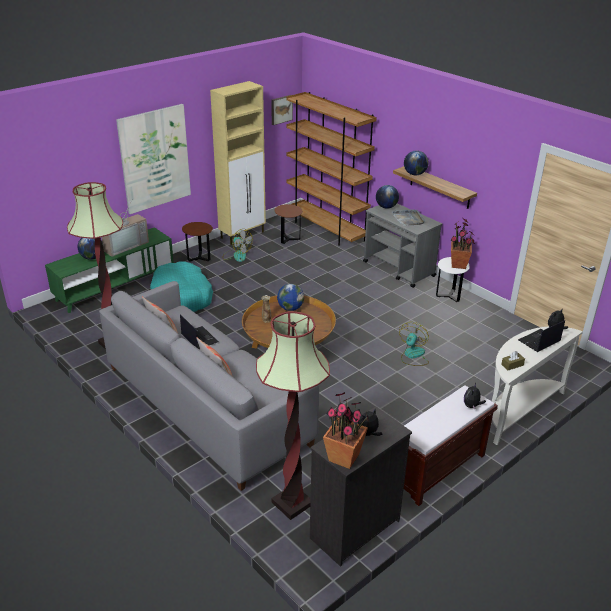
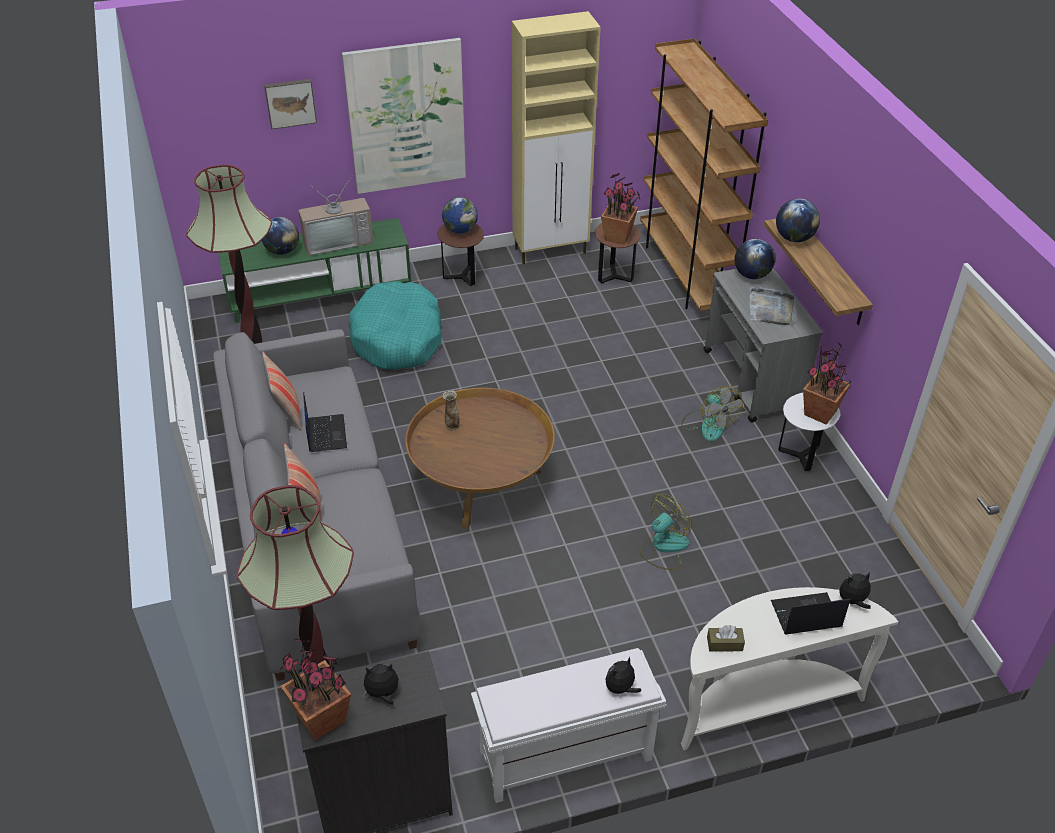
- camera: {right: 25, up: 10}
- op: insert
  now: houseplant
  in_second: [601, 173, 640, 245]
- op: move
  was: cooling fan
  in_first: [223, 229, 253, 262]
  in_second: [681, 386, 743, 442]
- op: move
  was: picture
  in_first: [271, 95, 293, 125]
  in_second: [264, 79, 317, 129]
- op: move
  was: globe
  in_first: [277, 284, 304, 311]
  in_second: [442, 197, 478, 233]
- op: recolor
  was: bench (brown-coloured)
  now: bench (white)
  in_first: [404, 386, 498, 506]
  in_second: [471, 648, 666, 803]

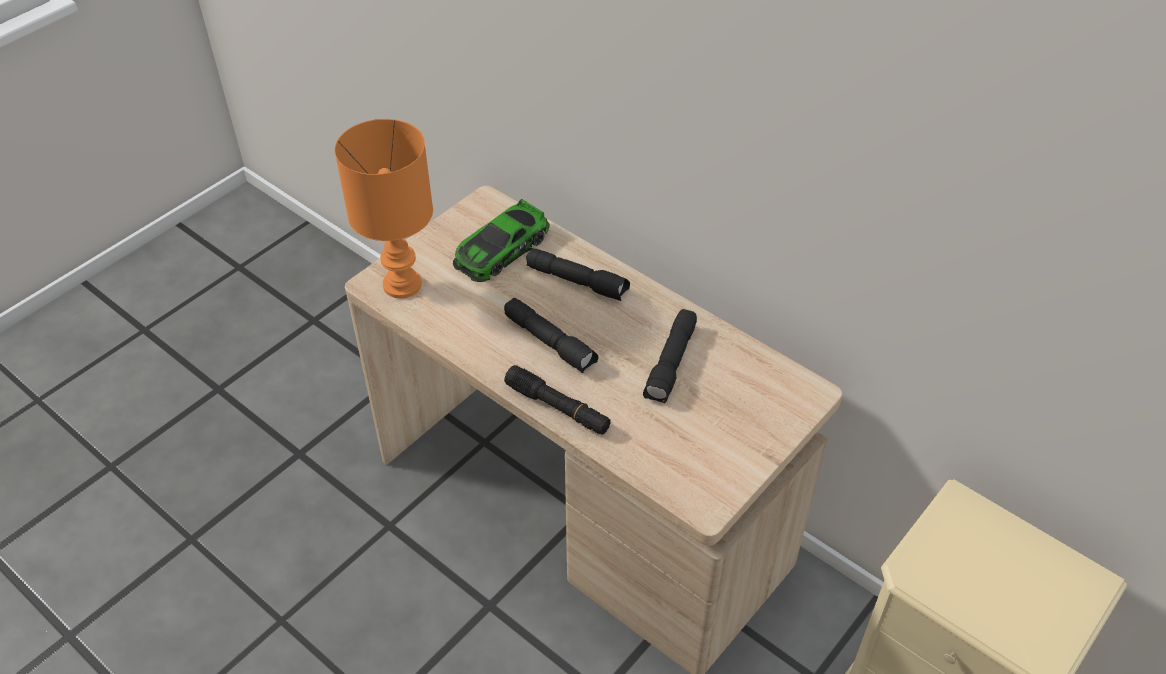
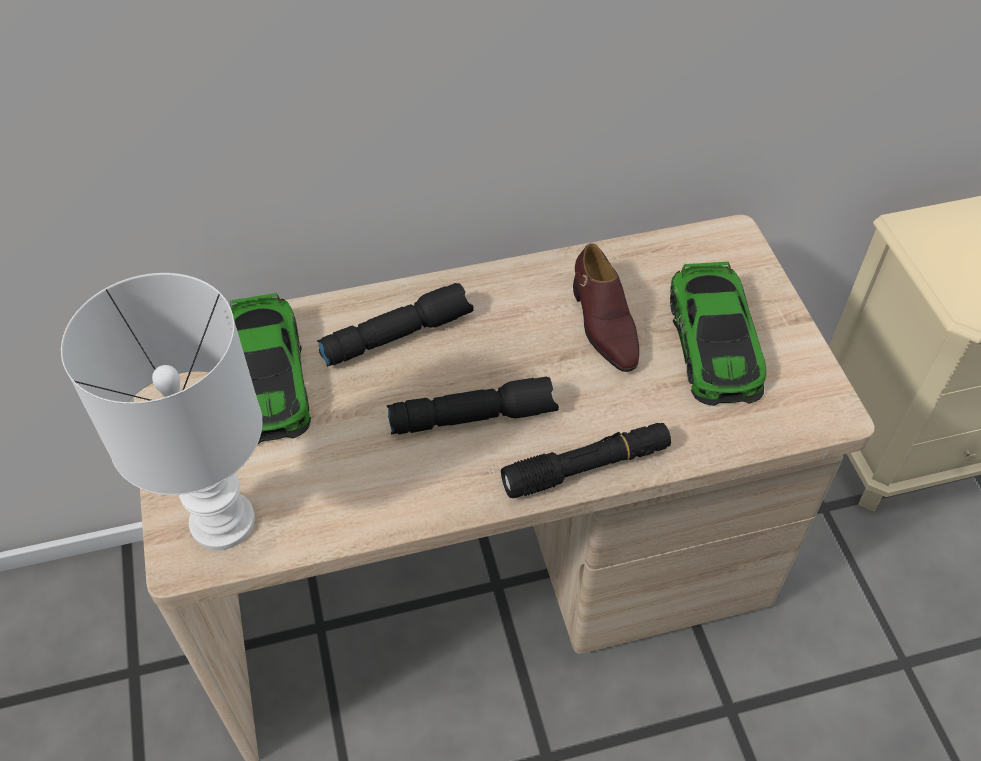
- camera: {right: -55, up: 5}
- op: insert
  now: toy car
  in_second: [670, 262, 766, 406]
- op: replace
  was: flashlight (black)
  now: shoe (brown-coloured)
  in_first: [643, 309, 697, 404]
  in_second: [573, 243, 639, 372]
- op: recolor
  was: table lamp (orange-coloured)
  now: table lamp (white)
  in_first: [335, 119, 433, 298]
  in_second: [61, 273, 262, 550]

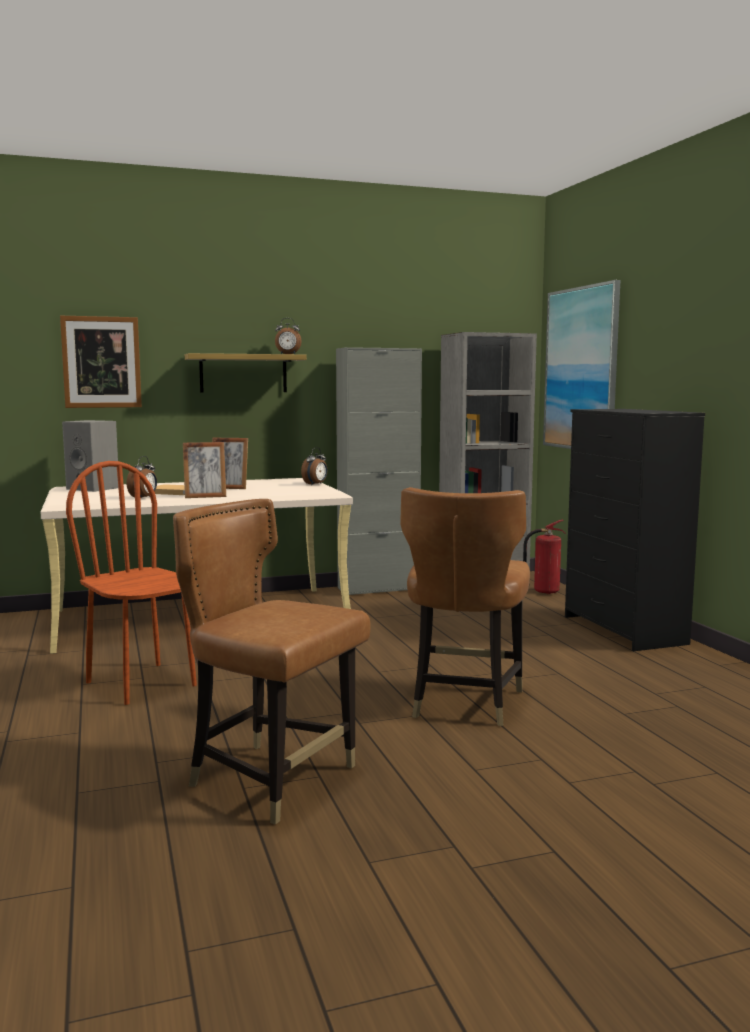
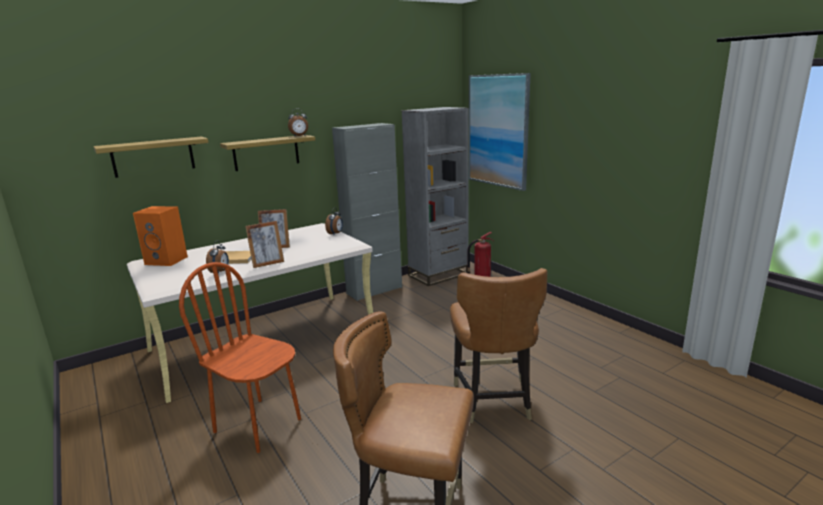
- camera: {right: -15, up: 10}
- op: delete
  was: drawer chest (black)
  in_first: [565, 409, 705, 651]
- op: replace
  was: picture
  now: shelf
  in_first: [60, 316, 142, 408]
  in_second: [94, 137, 209, 178]
- op: recolor
  was: audio speaker (greyish)
  now: audio speaker (orange-coloured)
  in_first: [62, 420, 118, 492]
  in_second: [133, 206, 188, 266]

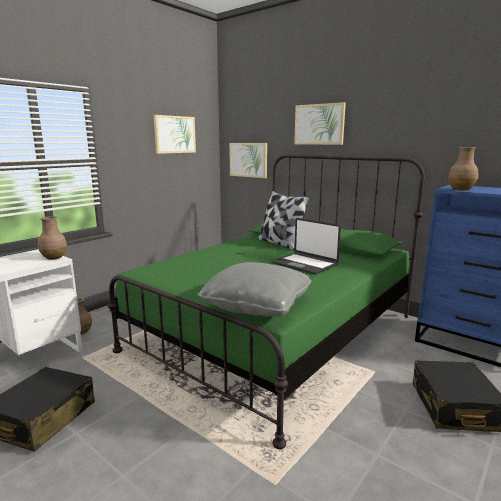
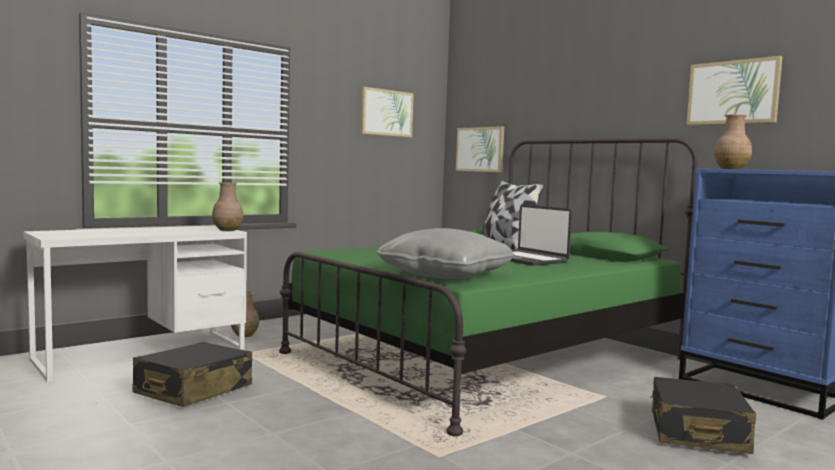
- camera: {right: 10, up: -10}
- op: move
  was: picture
  in_first: [294, 102, 346, 145]
  in_second: [687, 56, 783, 125]

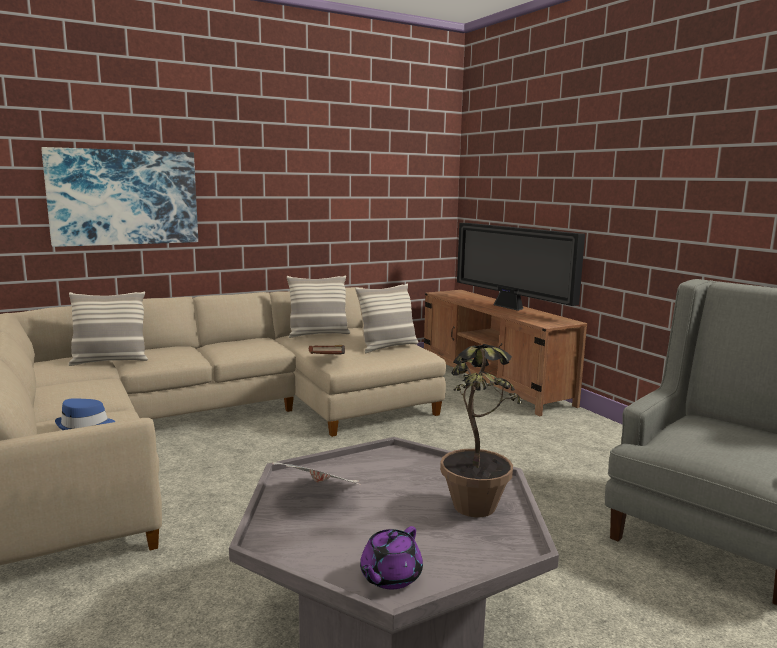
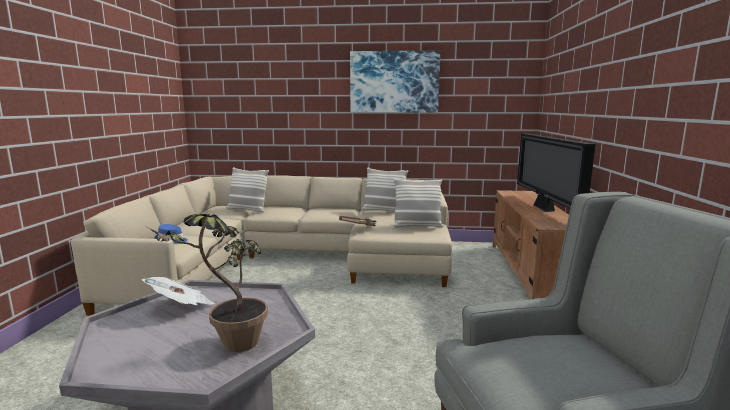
- camera: {right: 35, up: 0}
- op: delete
  was: pot for tea (purplish)
  in_first: [360, 526, 423, 589]
- op: move
  was: picture
  in_first: [41, 147, 198, 247]
  in_second: [350, 50, 440, 112]

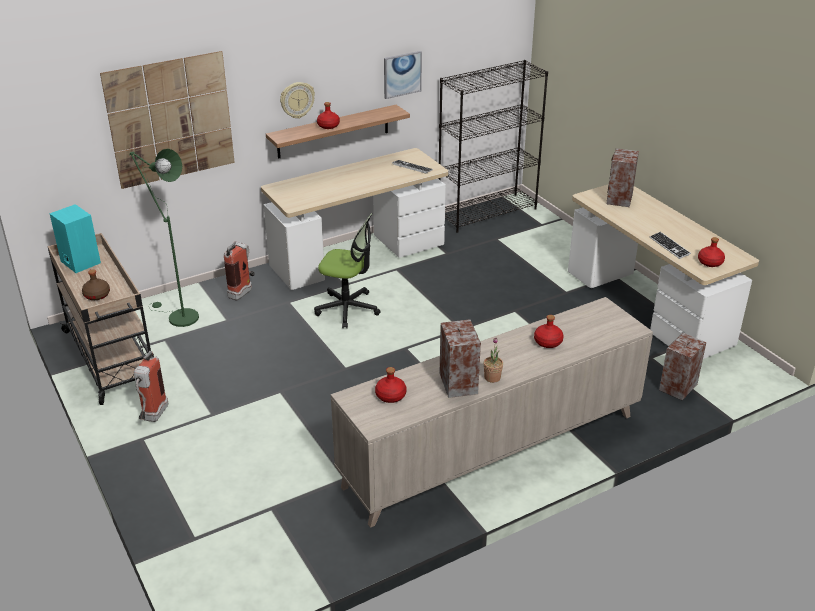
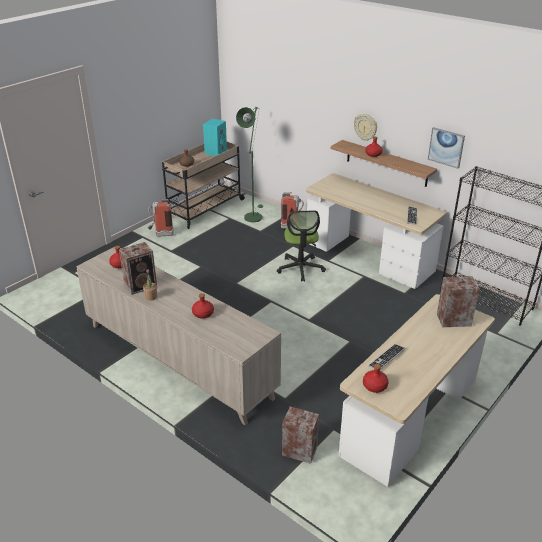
- camera: {right: 70, up: 0}
- op: delete
  was: picture
  in_first: [100, 51, 235, 189]

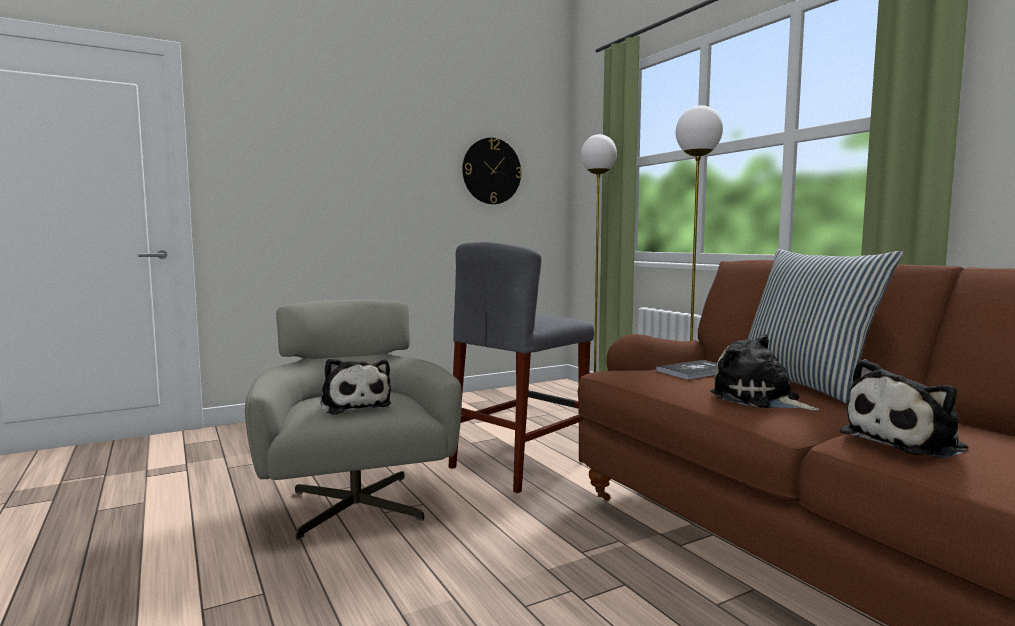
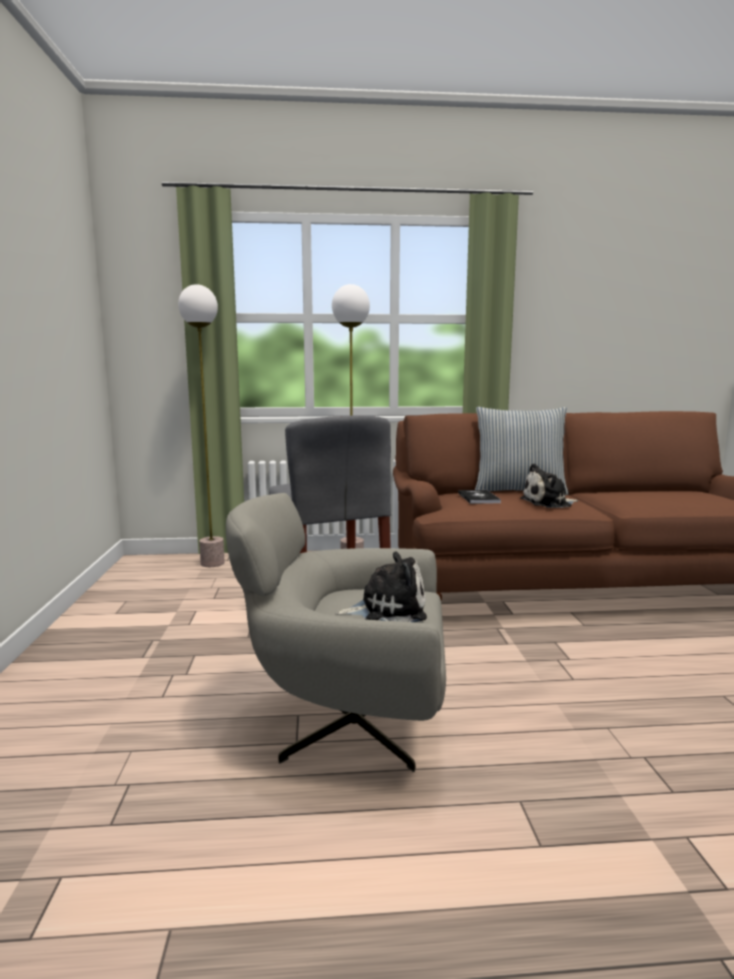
- camera: {right: -65, up: 5}
- op: delete
  was: wall clock
  in_first: [462, 138, 522, 204]
- op: delete
  was: soft toy
  in_first: [840, 359, 968, 458]

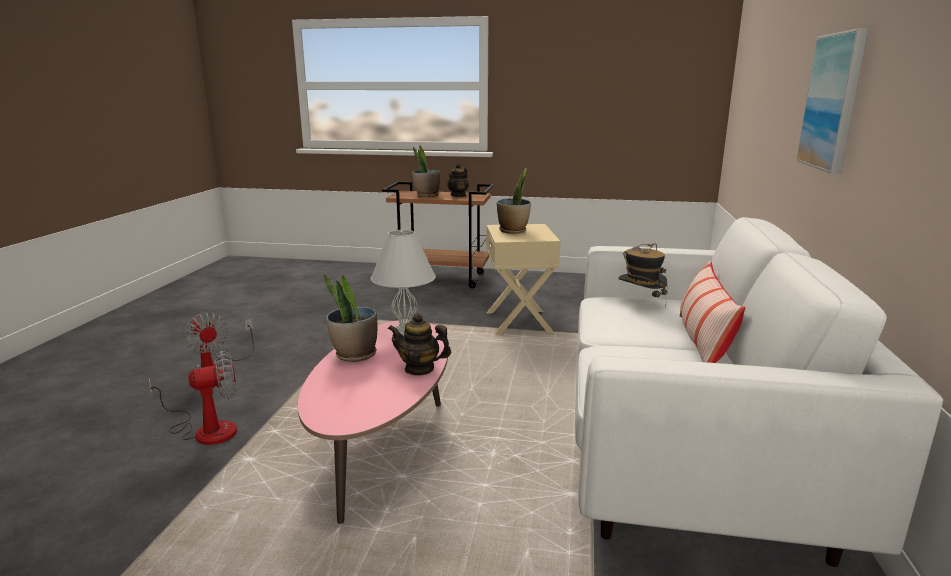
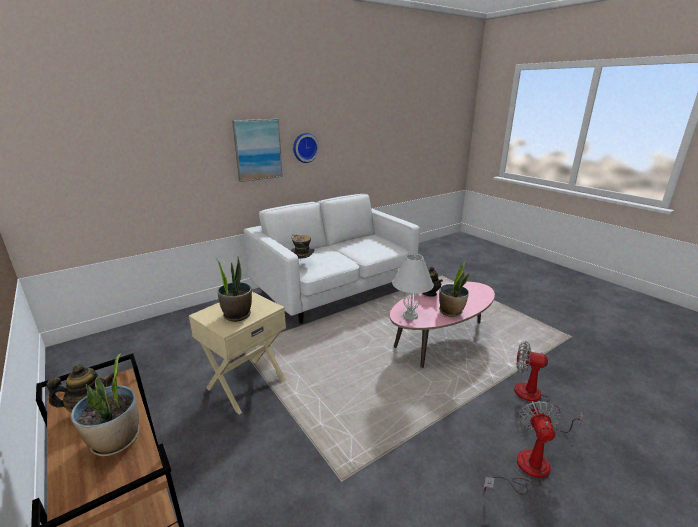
- camera: {right: -135, up: 5}
- op: delete
  was: throw pillow
  in_first: [679, 261, 745, 363]
- op: insert
  now: wall clock
  in_second: [293, 133, 319, 163]

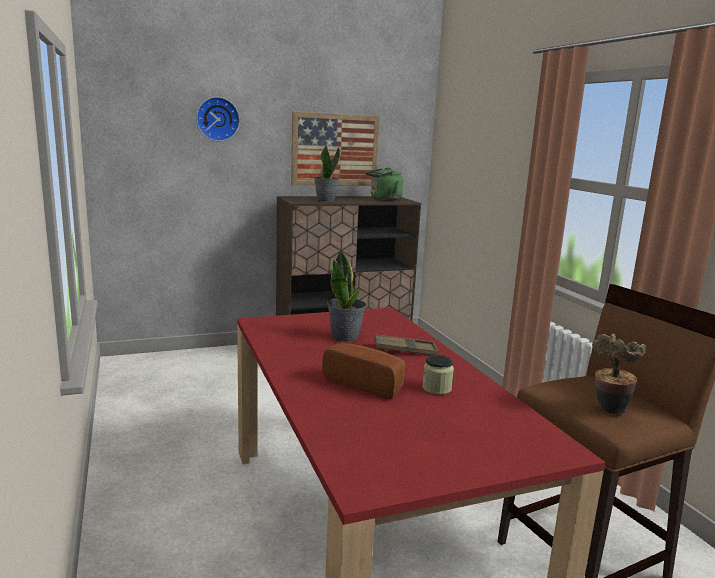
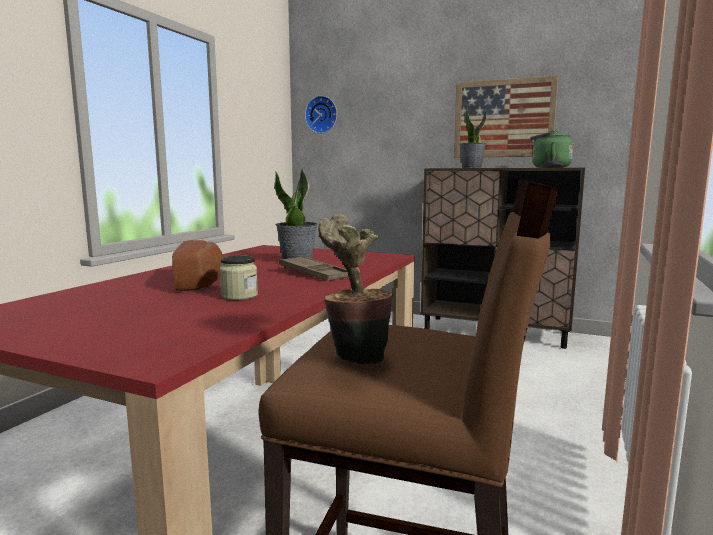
- camera: {right: 45, up: -5}
- op: move
  was: wall clock
  in_first: [196, 97, 240, 141]
  in_second: [305, 96, 337, 134]

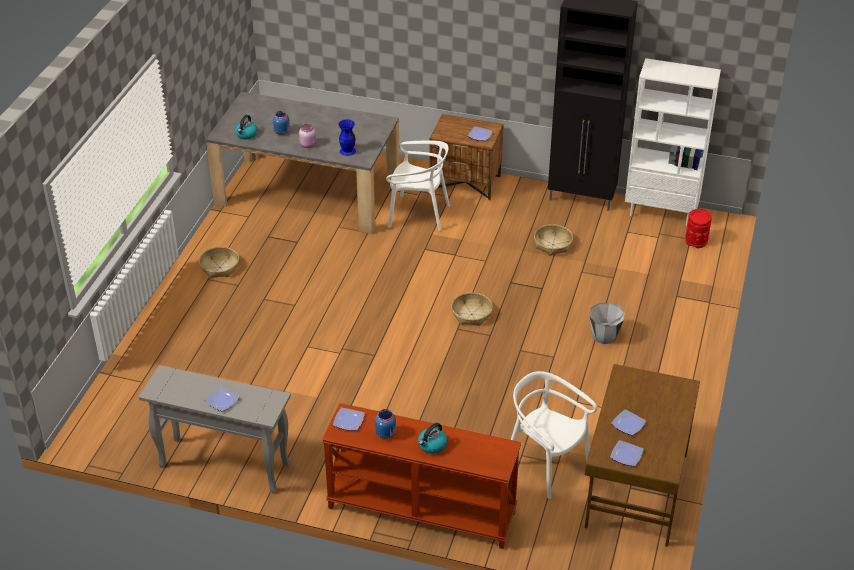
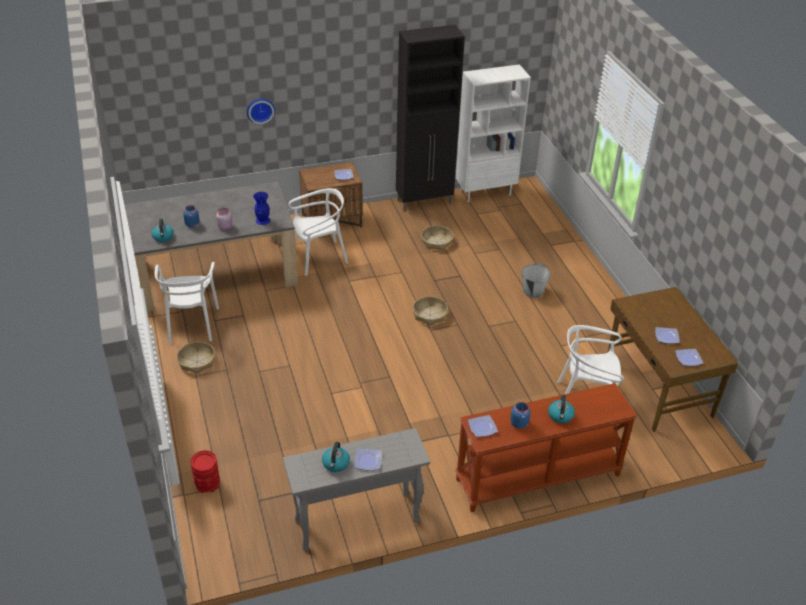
- camera: {right: -35, up: 0}
- op: insert
  now: plain chair (white)
  in_second: [155, 262, 219, 344]
- op: insert
  now: wall clock
  in_second: [247, 98, 275, 124]
- op: insert
  now: water kettle
  in_second: [322, 442, 350, 472]
- op: move
  was: vase (reddish)
  in_first: [686, 209, 712, 248]
  in_second: [191, 450, 220, 493]

